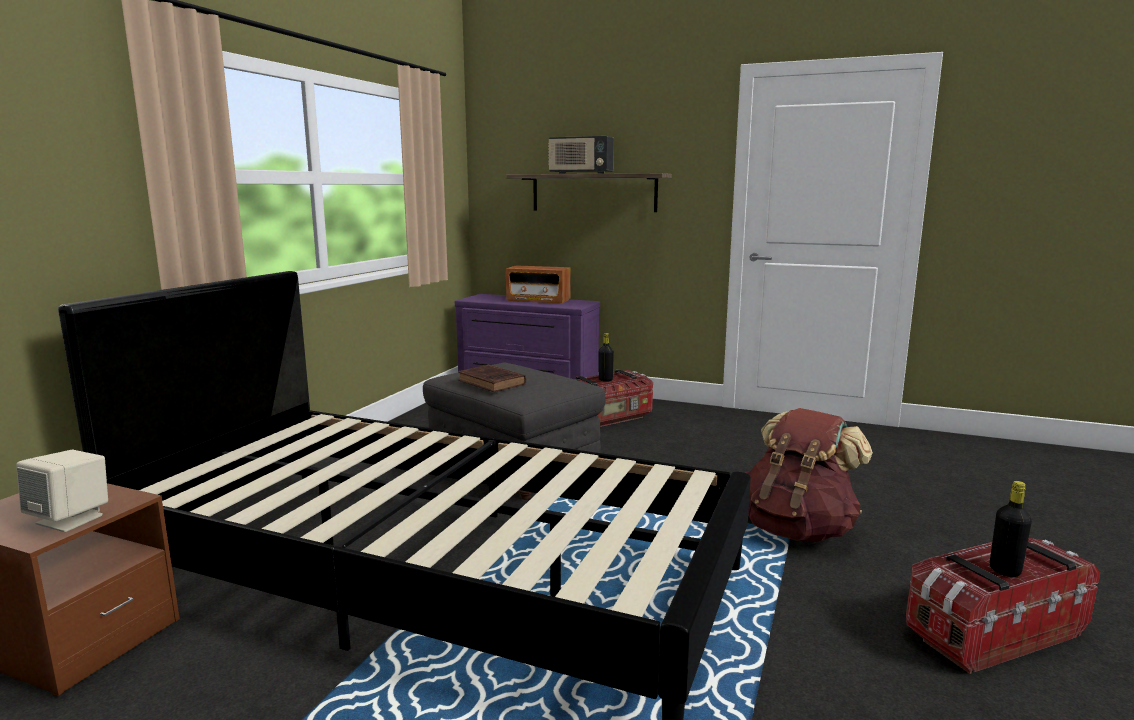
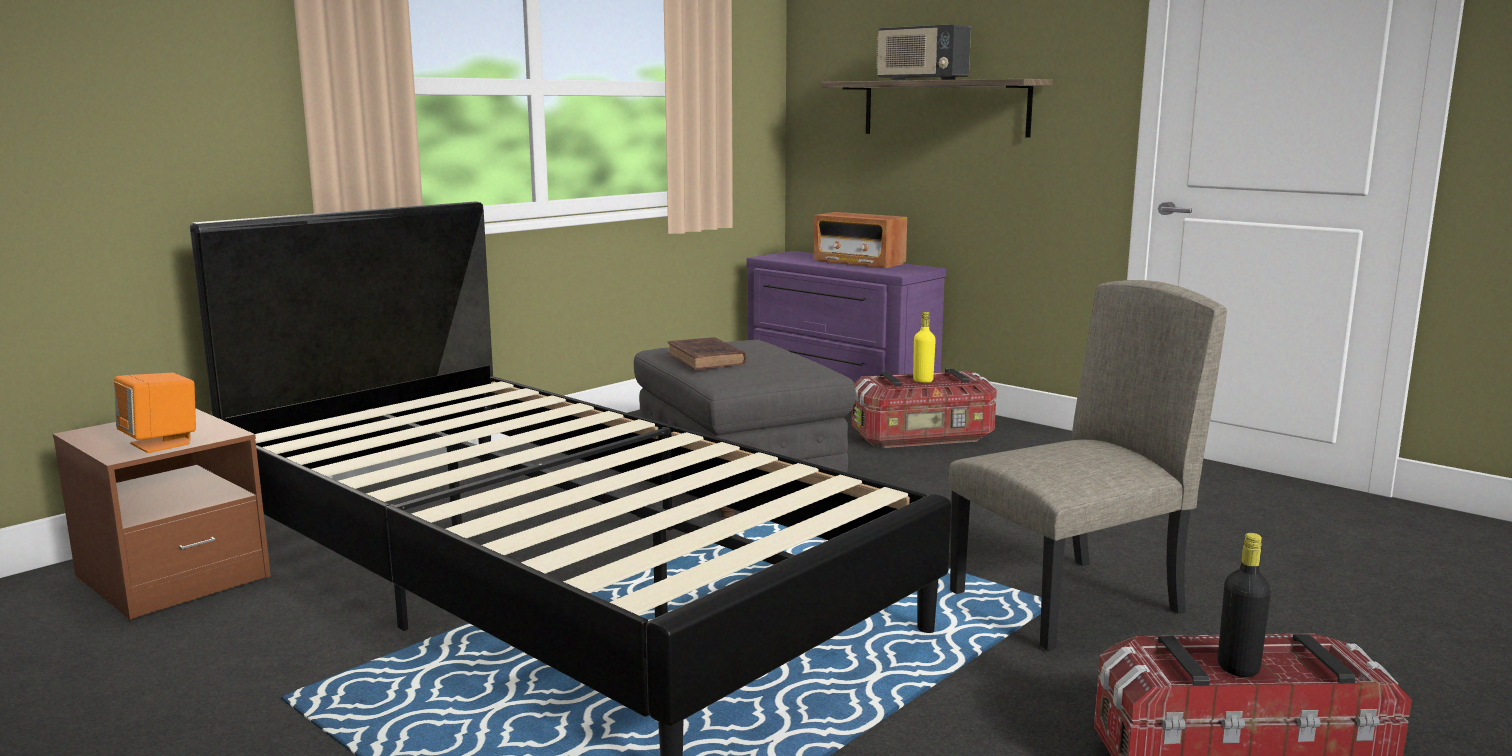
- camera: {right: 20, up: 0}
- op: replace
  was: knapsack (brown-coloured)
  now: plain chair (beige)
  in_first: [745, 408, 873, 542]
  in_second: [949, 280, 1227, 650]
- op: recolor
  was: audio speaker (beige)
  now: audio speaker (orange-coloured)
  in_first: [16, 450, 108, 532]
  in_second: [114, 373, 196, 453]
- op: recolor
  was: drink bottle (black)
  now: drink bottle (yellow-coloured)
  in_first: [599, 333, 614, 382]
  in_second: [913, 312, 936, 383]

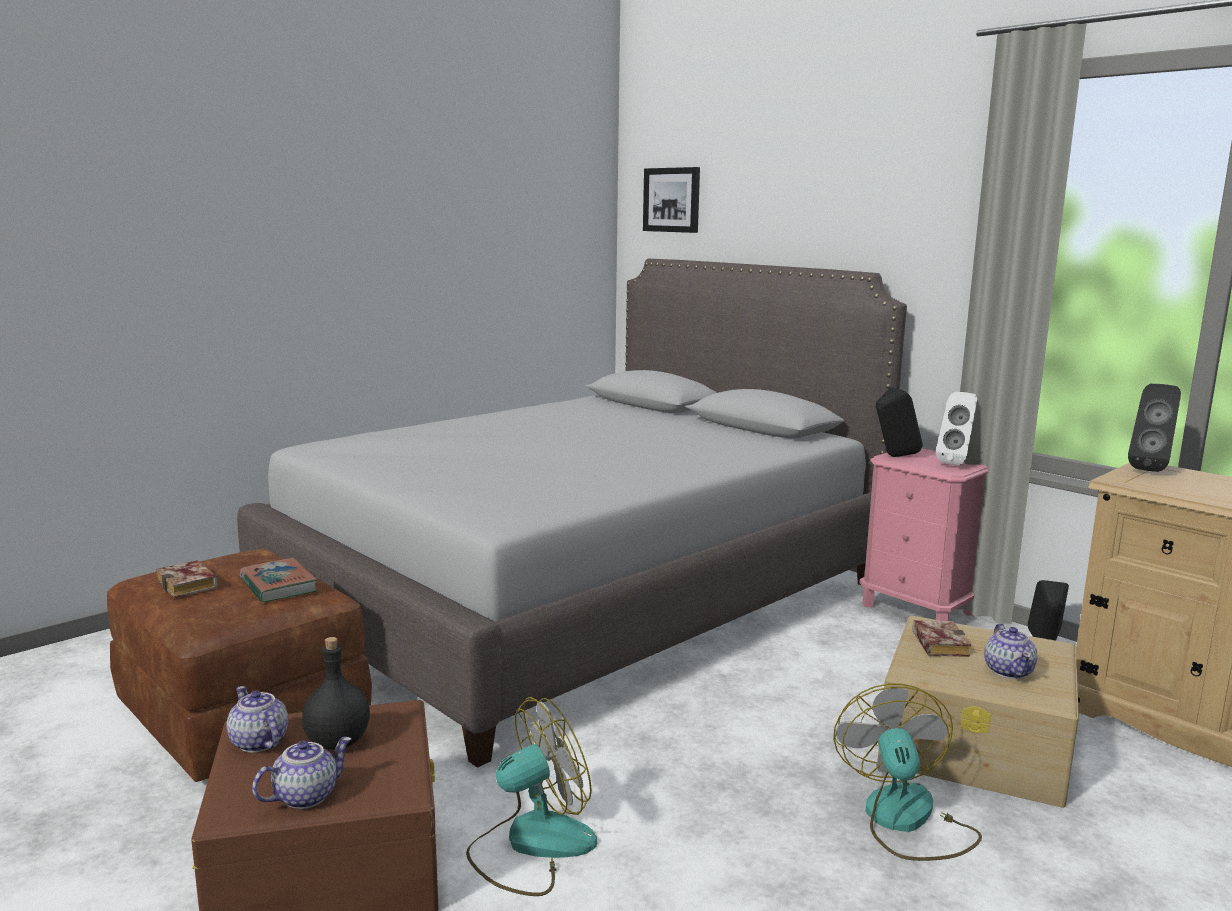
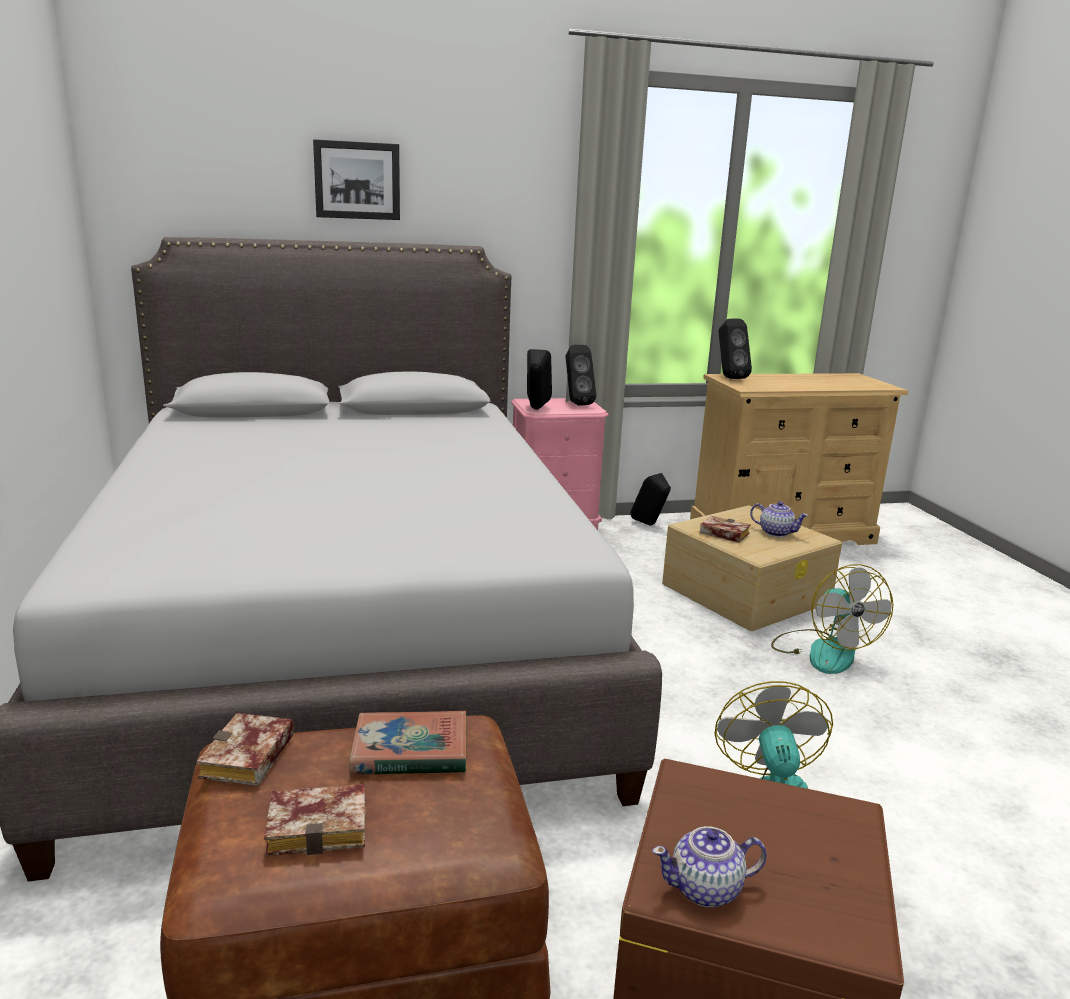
- camera: {right: -60, up: 5}
- op: delete
  was: pot for tea
  in_first: [252, 737, 352, 809]
- op: delete
  was: drink bottle (black)
  in_first: [302, 637, 370, 750]
- op: insert
  now: book
  in_second: [197, 713, 294, 786]
- op: move
  was: picture
  in_first: [643, 167, 700, 233]
  in_second: [313, 139, 400, 220]
- op: recolor
  was: audio speaker (white)
  now: audio speaker (black)
  in_first: [936, 392, 977, 465]
  in_second: [566, 345, 596, 405]
- op: rotate
  was: cooling fan
  in_first: [833, 684, 982, 861]
  in_second: [771, 564, 893, 674]
  clockwise: -135

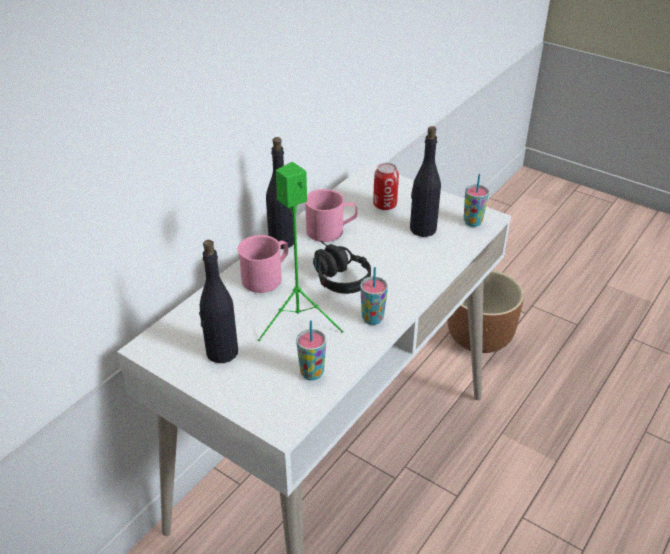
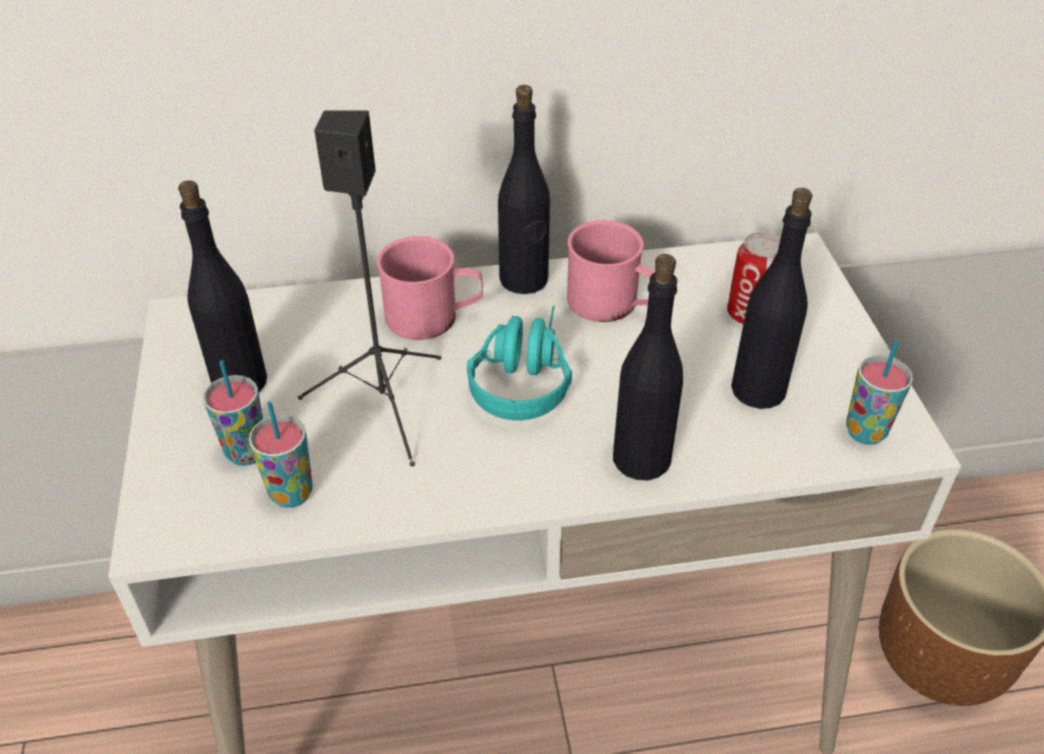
- camera: {right: 45, up: 5}
- op: insert
  now: drink bottle (black)
  in_second: [613, 254, 683, 481]
- op: move
  was: drinking cup
  in_first: [360, 267, 388, 325]
  in_second: [203, 360, 263, 466]
- op: recolor
  was: audio speaker (green)
  now: audio speaker (black)
  in_first: [258, 162, 343, 341]
  in_second: [298, 111, 441, 466]
- op: recolor
  was: pair of headphones (black)
  now: pair of headphones (turquoise-coloured)
  in_first: [313, 240, 371, 294]
  in_second: [467, 306, 572, 420]

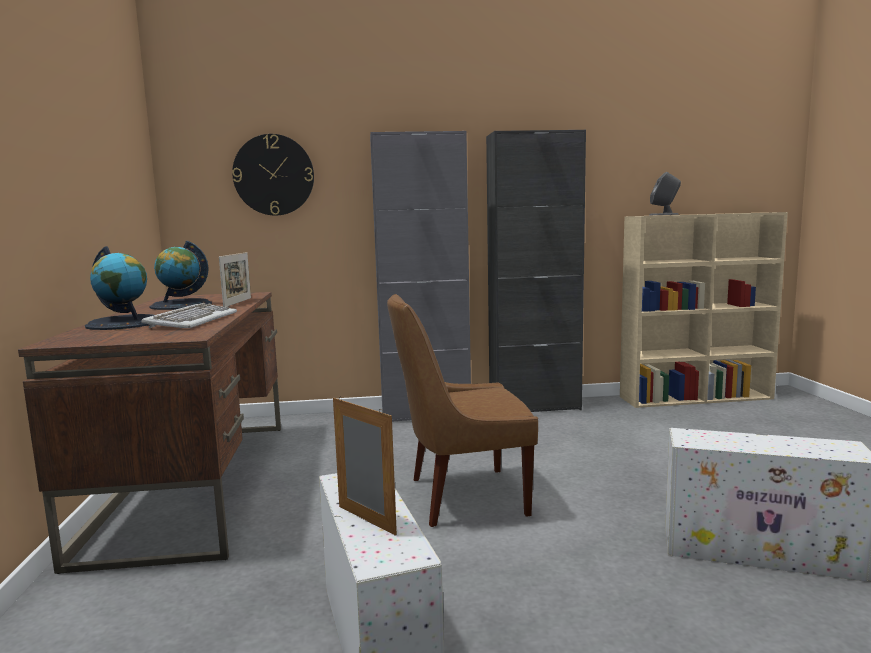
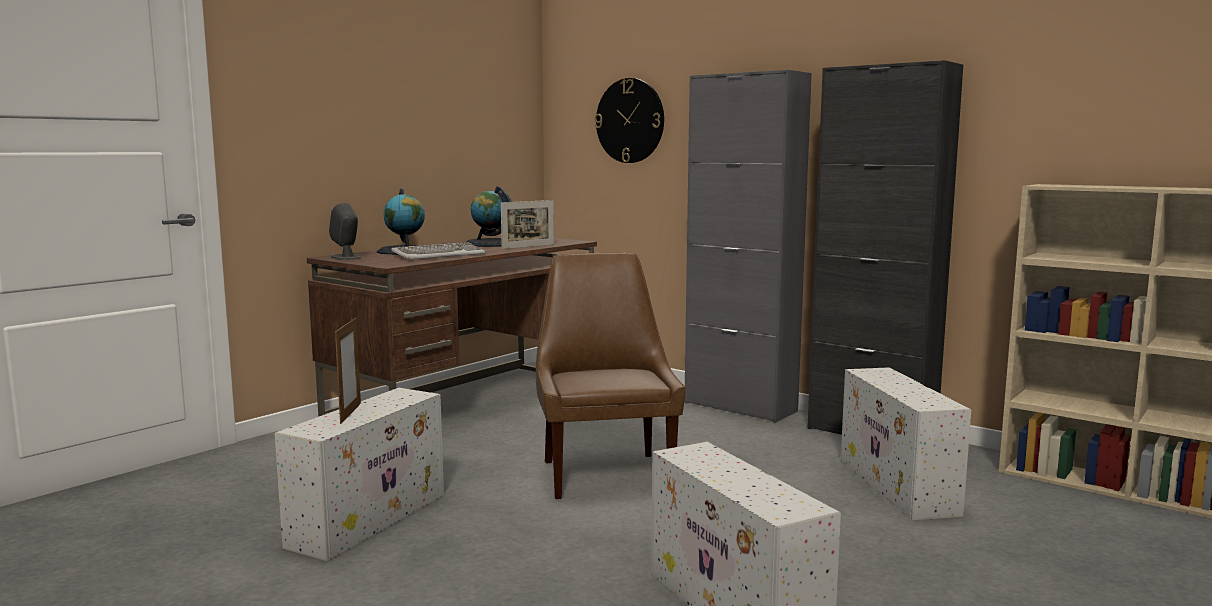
- camera: {right: 45, up: 0}
- op: insert
  now: storage box (white)
  in_second: [841, 367, 971, 520]
- op: move
  was: audio speaker (greyish)
  in_first: [650, 172, 681, 215]
  in_second: [329, 203, 361, 260]
- op: rotate
  was: plain chair (brown-coloured)
  in_first: [387, 294, 538, 527]
  in_second: [536, 253, 685, 500]
  clockwise: 45

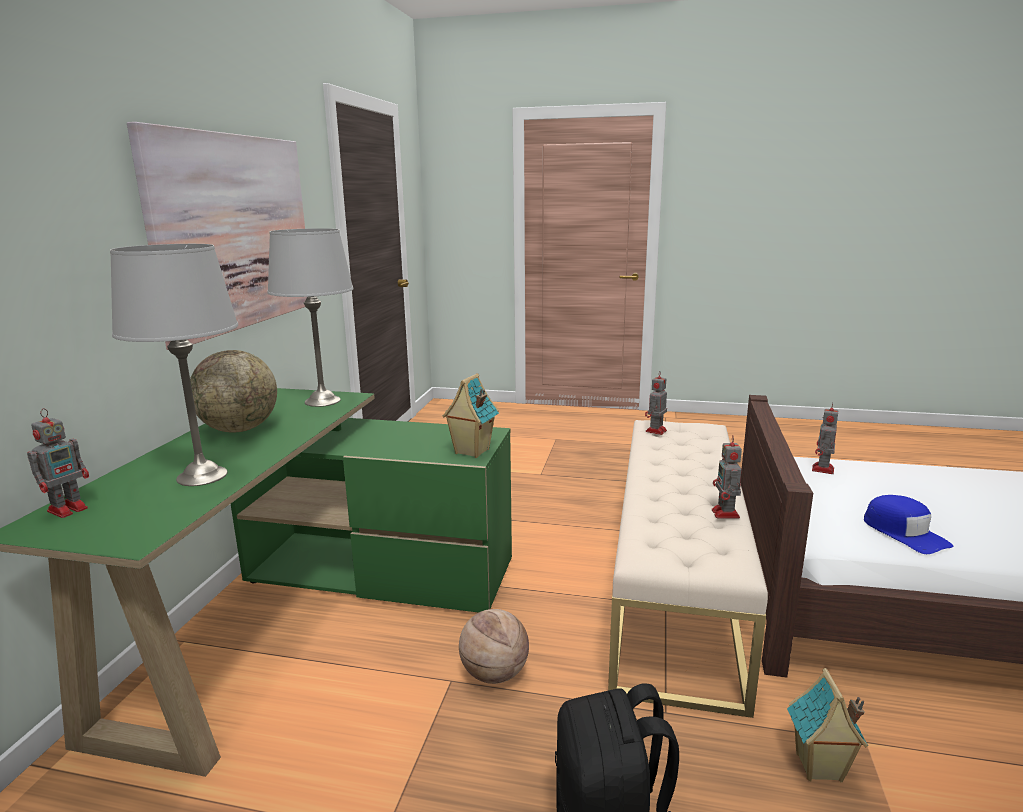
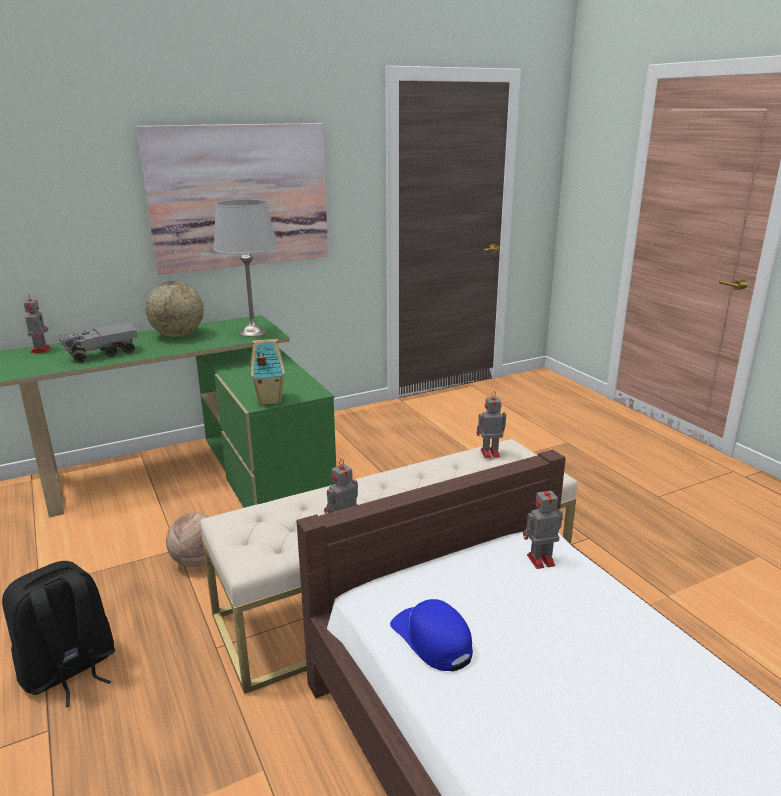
- camera: {right: 50, up: 5}
- op: delete
  was: toy house
  in_first: [787, 668, 868, 783]
- op: replace
  was: table lamp (greyish)
  now: model truck
  in_first: [110, 244, 238, 486]
  in_second: [58, 322, 138, 363]
- op: rotate
  was: toy robot
  in_first: [27, 408, 89, 518]
  in_second: [24, 294, 51, 353]
  clockwise: -90
- op: rotate
  was: cap (blue-coloured)
  in_first: [864, 495, 953, 554]
  in_second: [390, 599, 473, 672]
  clockwise: 120

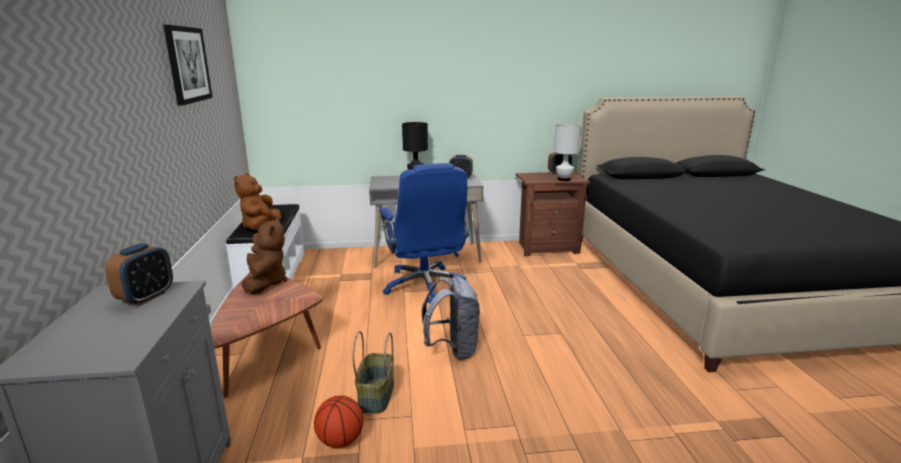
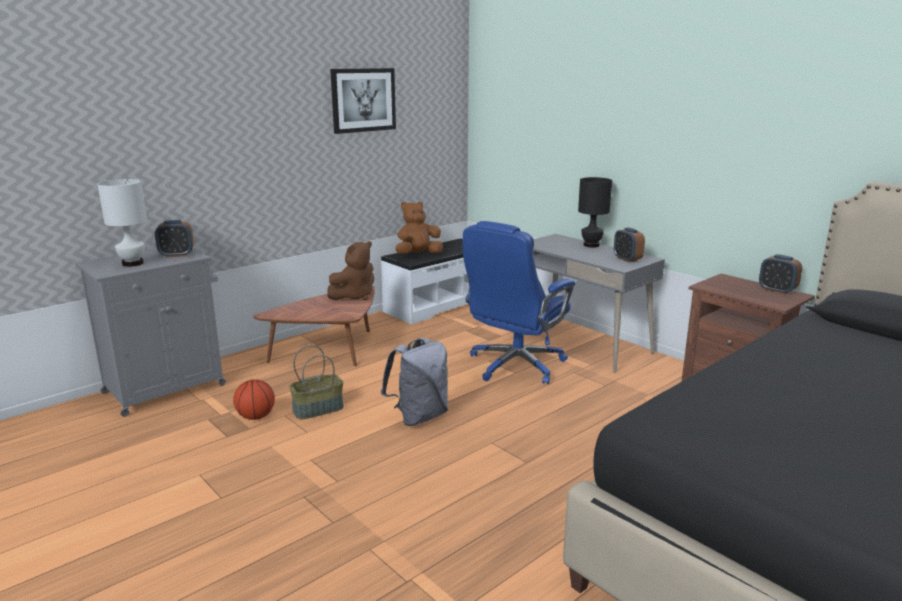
- camera: {right: 55, up: 0}
- op: move
  was: table lamp (white)
  in_first: [554, 124, 582, 181]
  in_second: [97, 179, 147, 267]

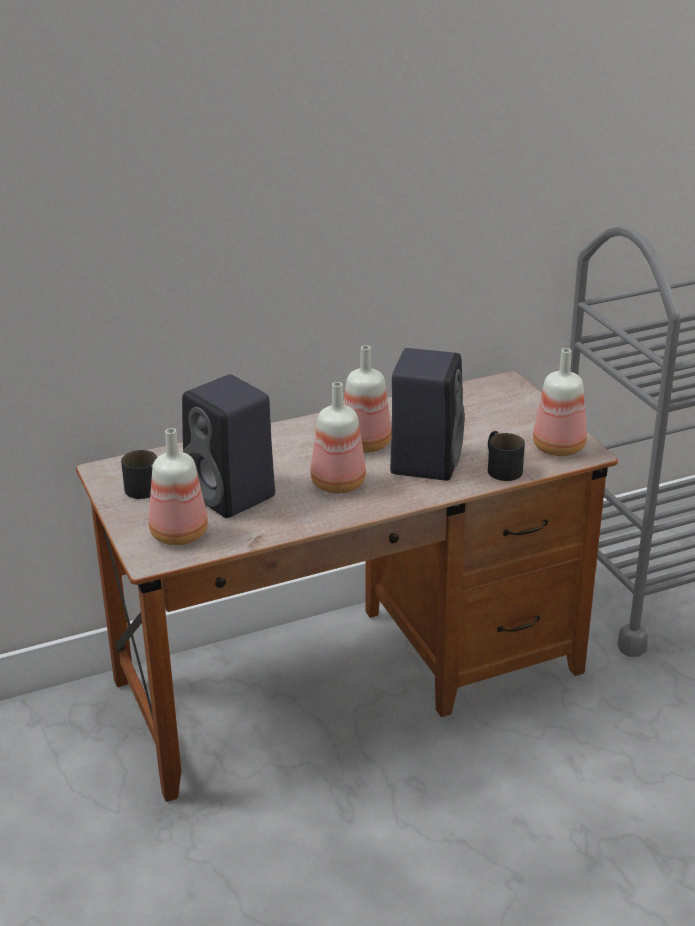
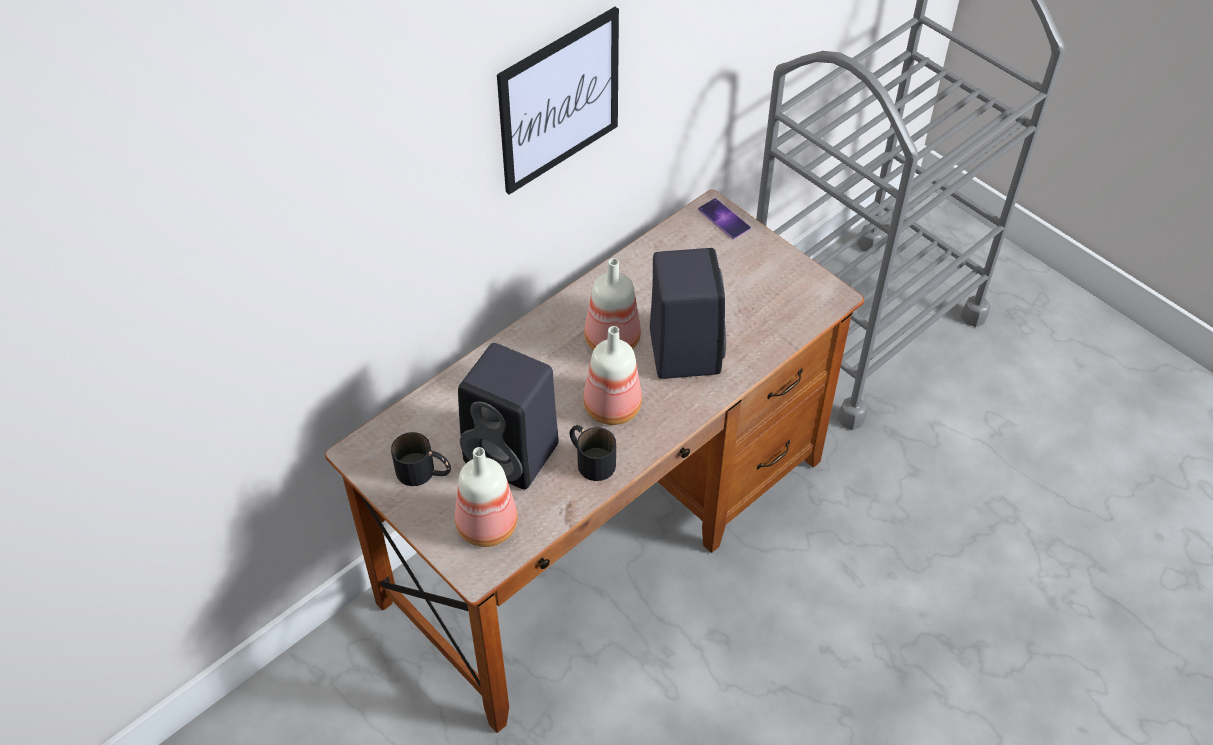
- camera: {right: -20, up: 20}
- op: delete
  was: drink bottle
  in_first: [533, 348, 587, 456]
- op: insert
  now: picture
  in_second: [497, 7, 619, 195]
- op: insert
  now: handset
  in_second: [698, 198, 751, 239]
- op: move
  was: mug (black)
  in_first: [488, 431, 525, 481]
  in_second: [570, 425, 616, 481]

